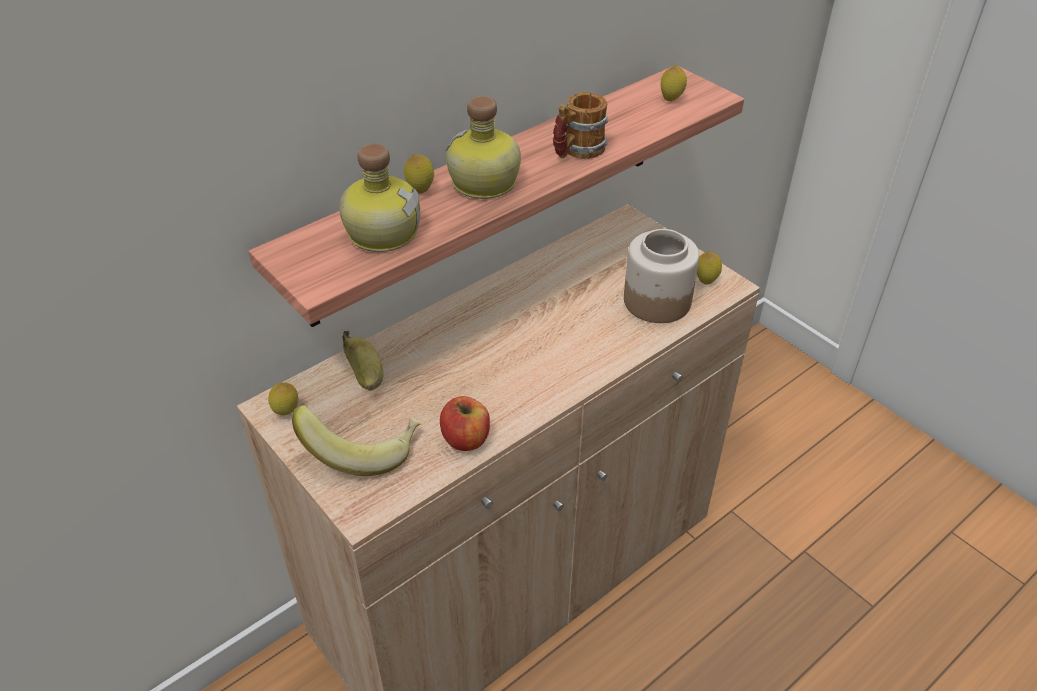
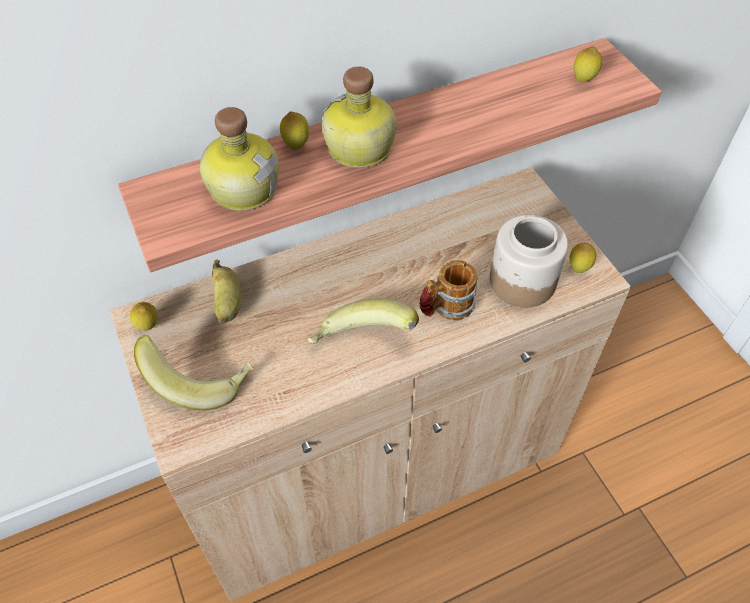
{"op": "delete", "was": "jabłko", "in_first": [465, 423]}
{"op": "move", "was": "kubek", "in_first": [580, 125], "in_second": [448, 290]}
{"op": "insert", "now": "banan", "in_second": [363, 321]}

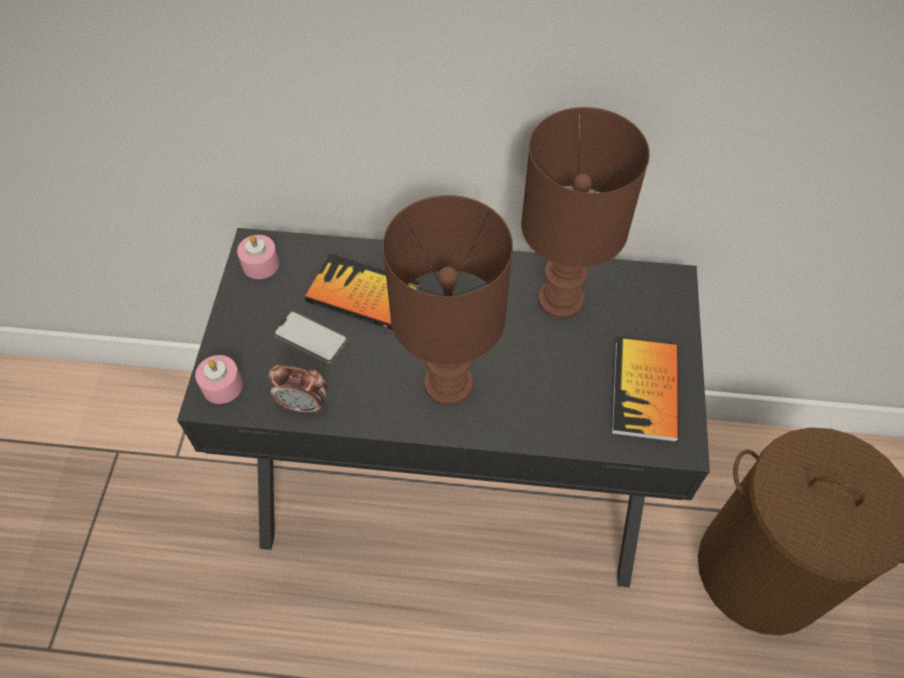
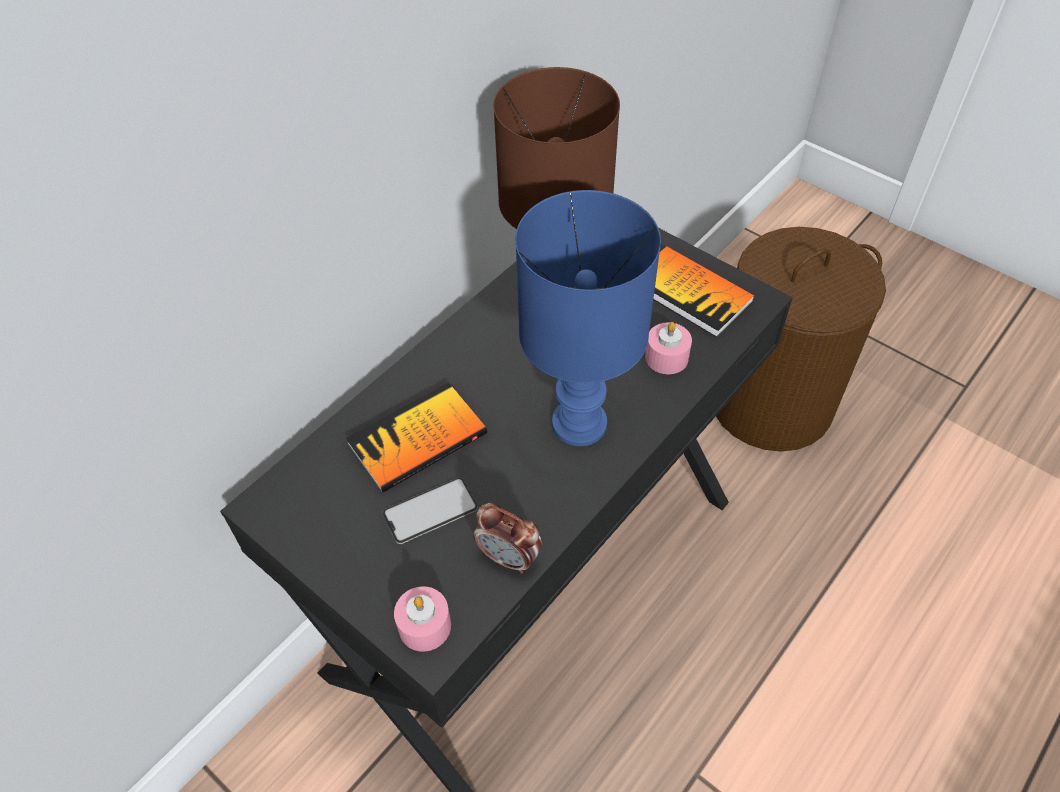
{"op": "move", "was": "świeca [różowy]", "in_first": [258, 257], "in_second": [668, 348]}
{"op": "rotate", "was": "budzik", "in_first": [298, 389], "in_second": [507, 538], "clockwise": 75}
{"op": "recolor", "was": "lampa stołowa [brązowy]", "now": "lampa stołowa [niebieski]", "in_first": [448, 300], "in_second": [588, 318]}

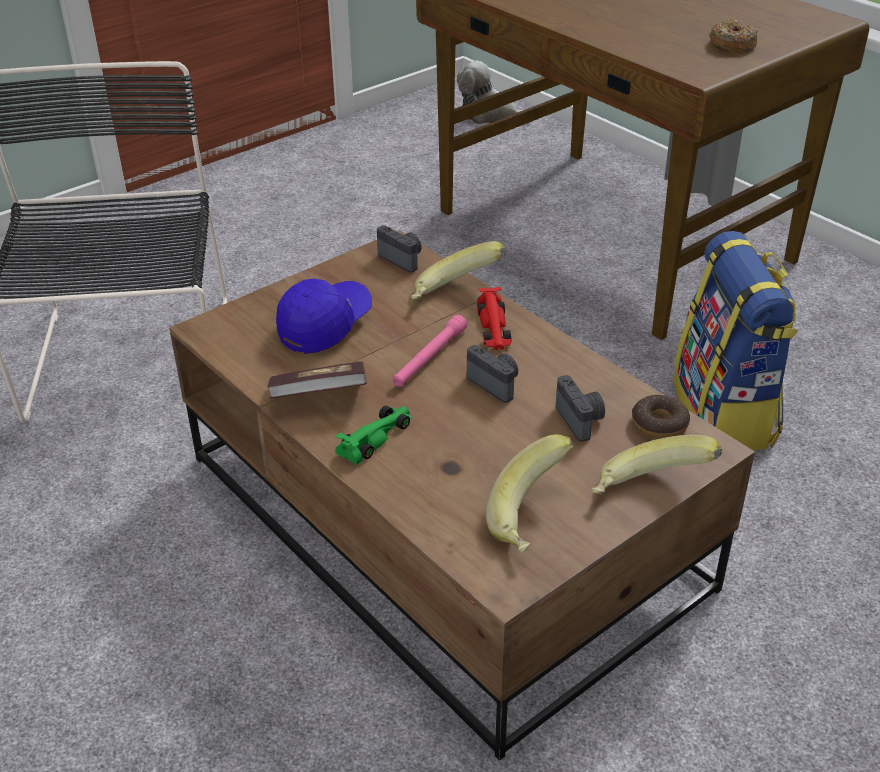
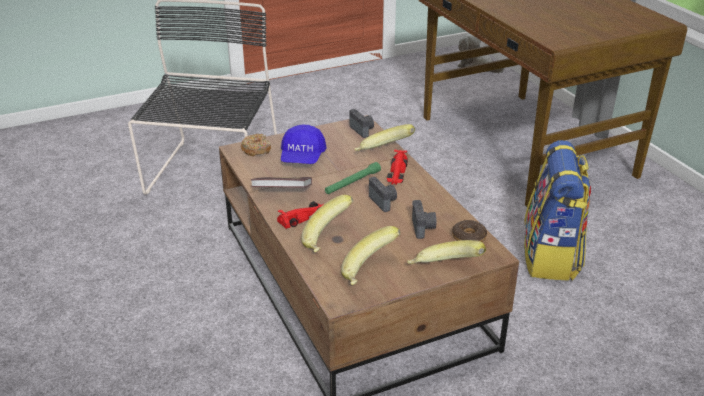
{"op": "rotate", "was": "czapka z daszkiem [niebieski]", "in_first": [324, 316], "in_second": [303, 144], "clockwise": 135}
{"op": "recolor", "was": "samochodzik [zielony]", "now": "samochodzik [czerwony]", "in_first": [373, 435], "in_second": [300, 215]}
{"op": "recolor", "was": "latarka [różowy]", "now": "latarka [zielony]", "in_first": [429, 351], "in_second": [353, 178]}
{"op": "move", "was": "donut", "in_first": [733, 36], "in_second": [256, 145]}
{"op": "insert", "now": "banan", "in_second": [327, 224]}

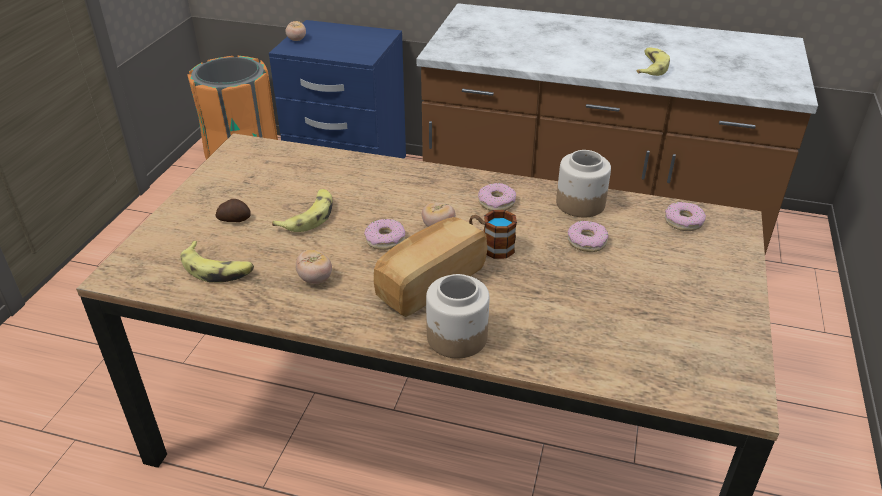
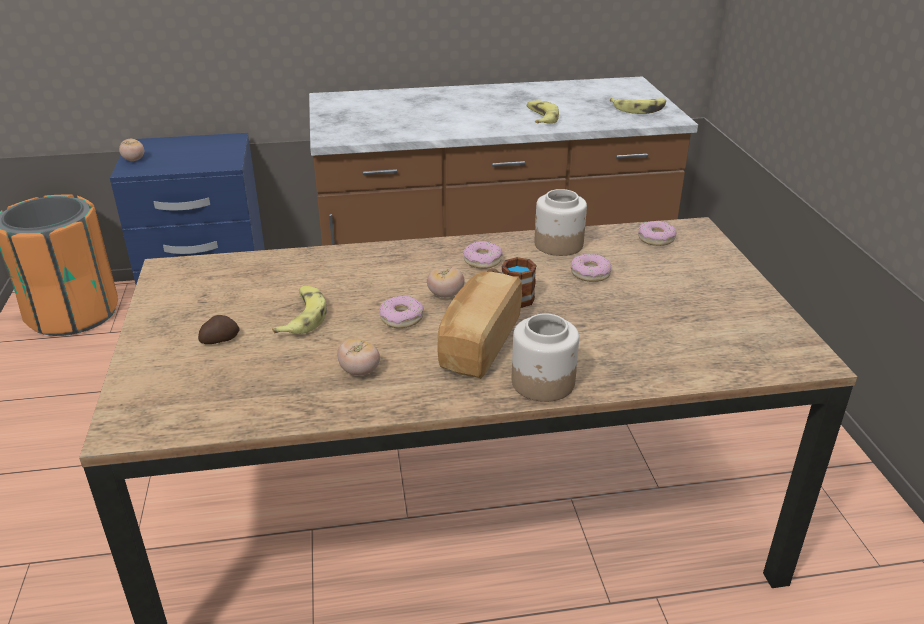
{"op": "move", "was": "banan", "in_first": [217, 262], "in_second": [638, 106]}

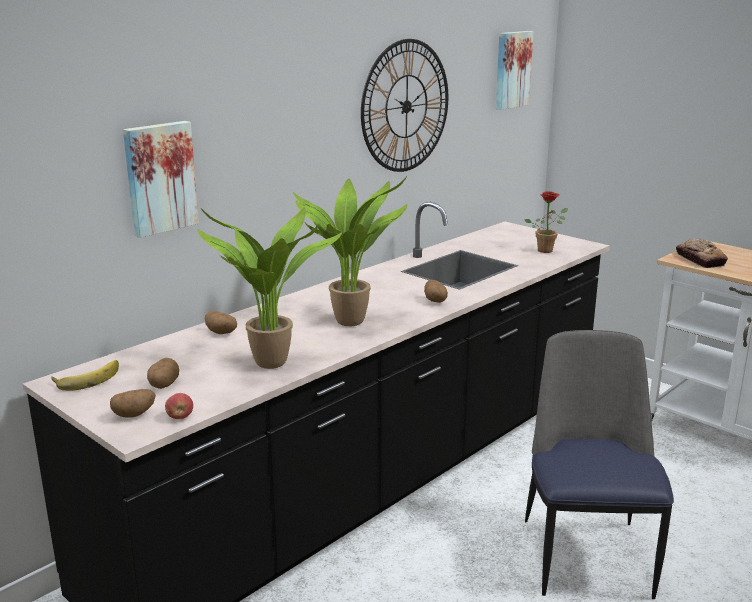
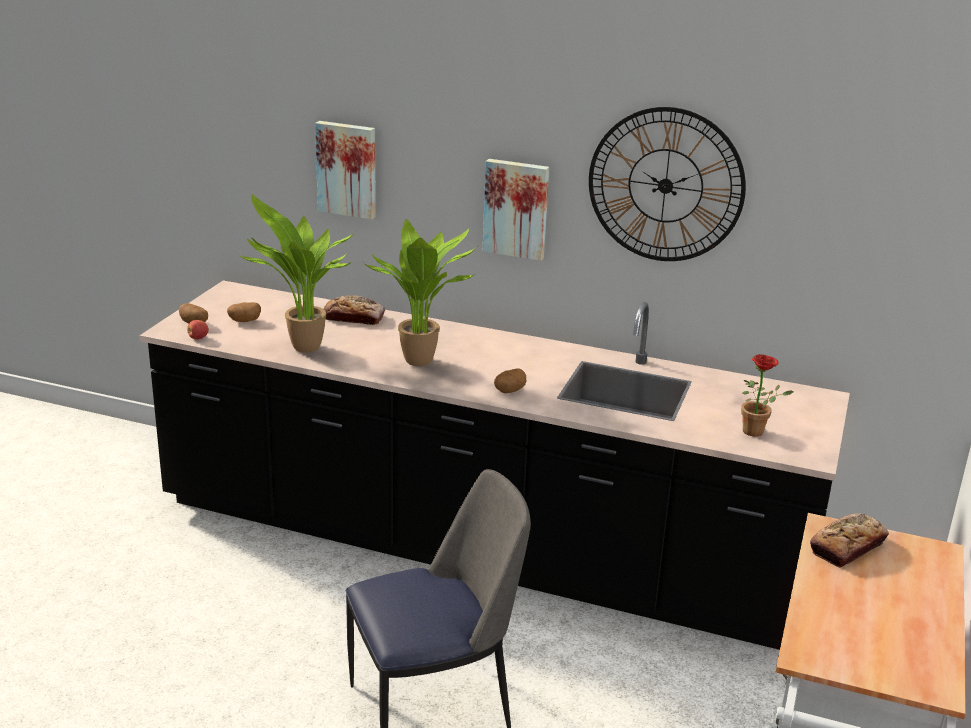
{"op": "delete", "was": "banan", "in_first": [85, 375]}
{"op": "replace", "was": "ziemniak", "now": "chleb", "in_first": [221, 322], "in_second": [354, 310]}
{"op": "move", "was": "obraz", "in_first": [515, 70], "in_second": [516, 210]}

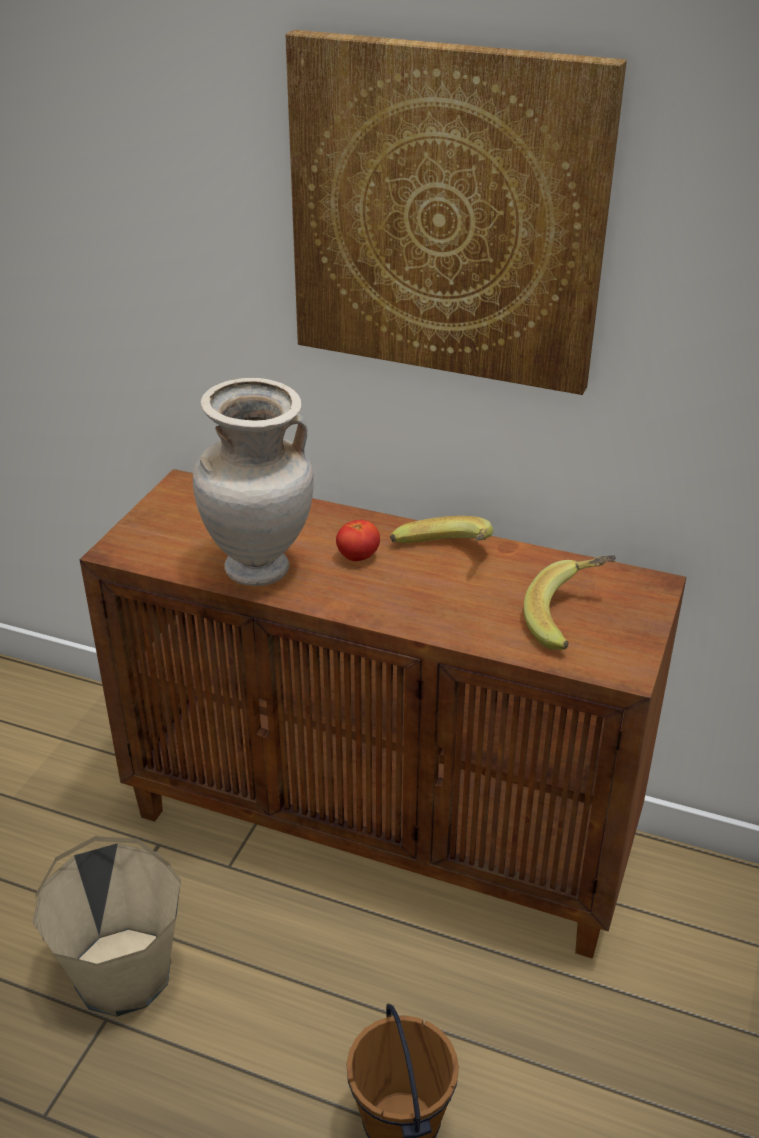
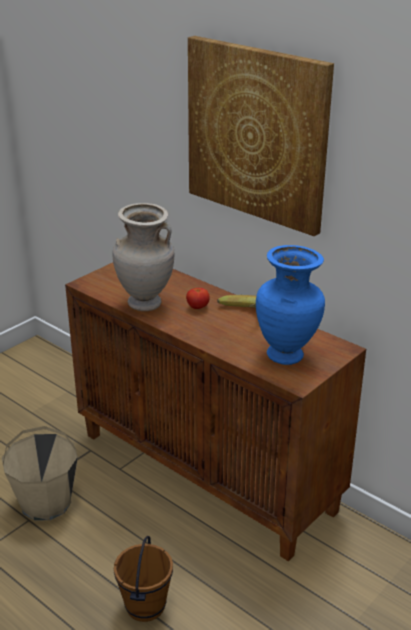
{"op": "replace", "was": "banan", "now": "wazon [niebieski]", "in_first": [570, 602], "in_second": [290, 305]}

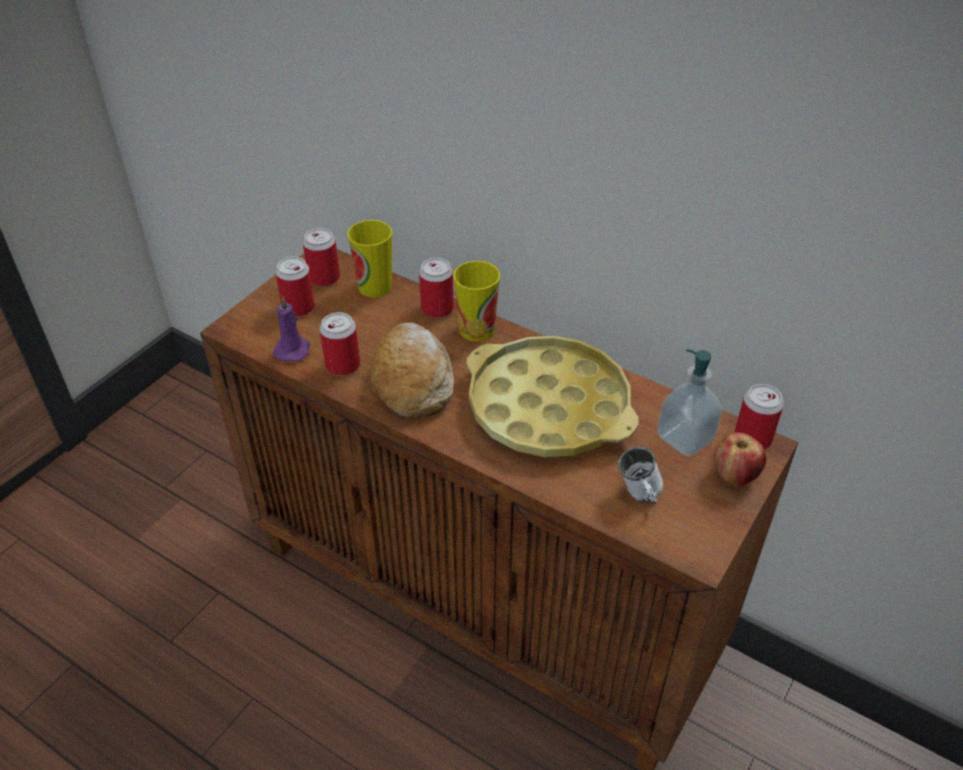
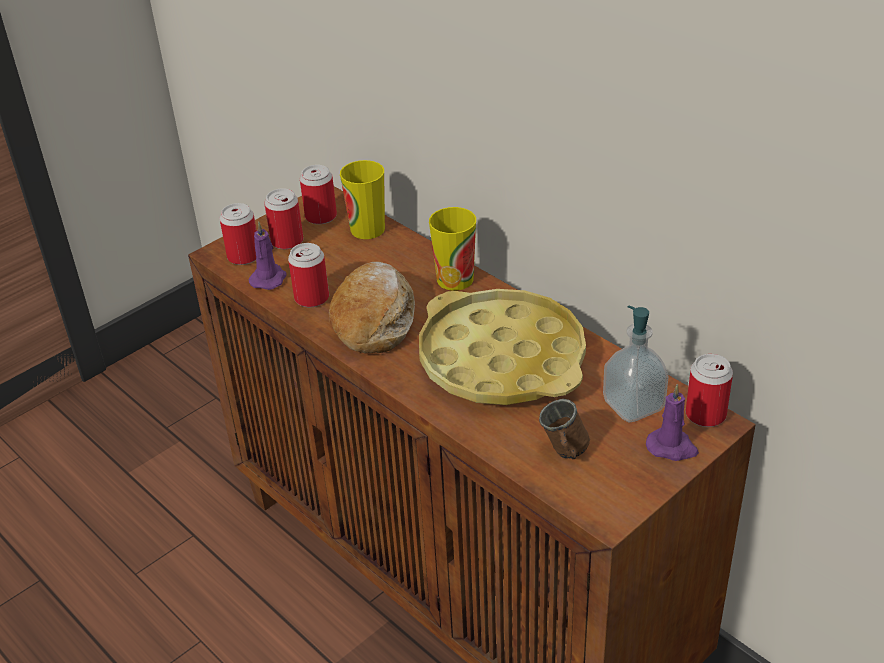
{"op": "move", "was": "puszka", "in_first": [436, 288], "in_second": [238, 234]}
{"op": "recolor", "was": "kubek [biały]", "now": "kubek [brązowy]", "in_first": [640, 475], "in_second": [564, 429]}
{"op": "replace", "was": "jabłko", "now": "świeca [fioletowy]", "in_first": [740, 459], "in_second": [672, 422]}

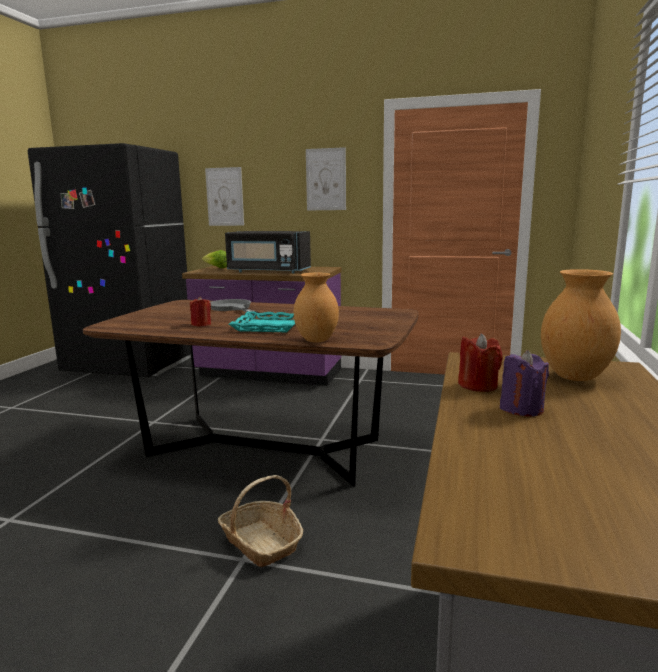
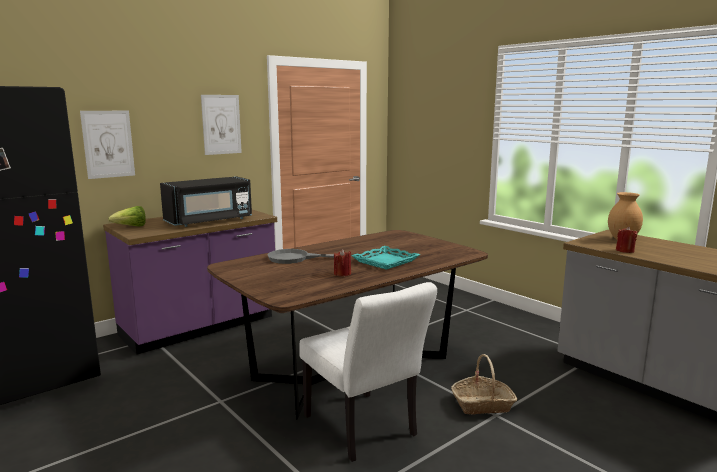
{"op": "delete", "was": "wazon [brązowy]", "in_first": [316, 308]}
{"op": "delete", "was": "świeca [fioletowy]", "in_first": [524, 383]}
{"op": "insert", "now": "krzesło [biały]", "in_second": [368, 372]}

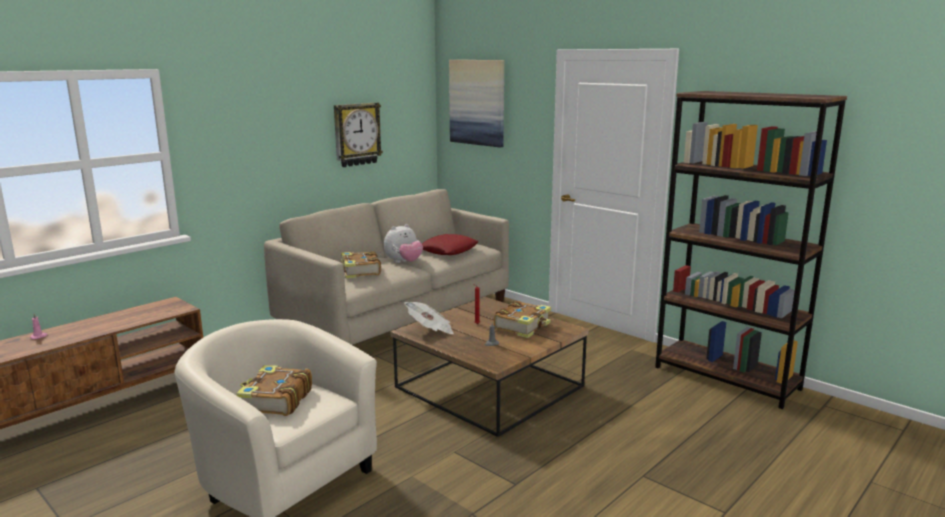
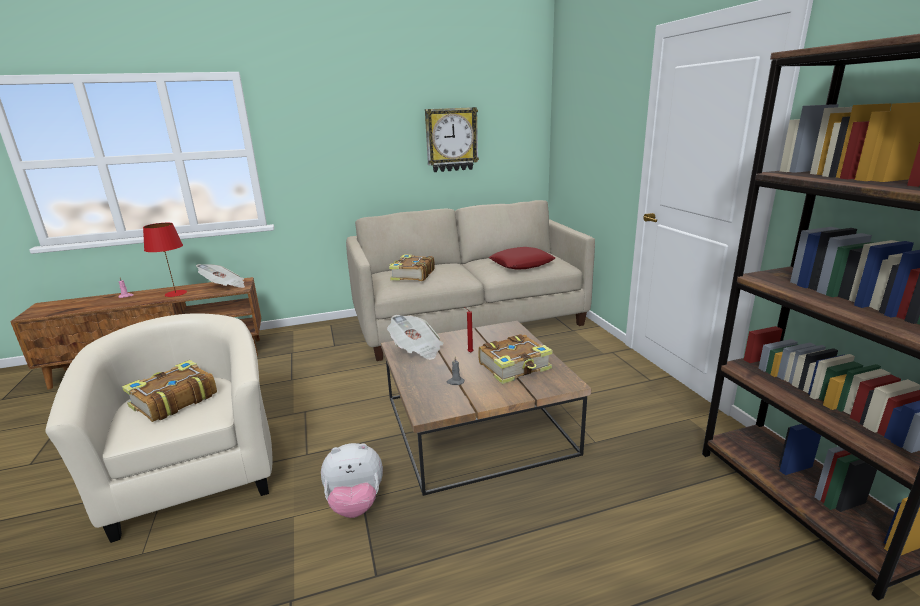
{"op": "move", "was": "pluszak", "in_first": [403, 243], "in_second": [352, 480]}
{"op": "delete", "was": "obraz", "in_first": [476, 104]}
{"op": "insert", "now": "lampa stołowa [czerwony]", "in_second": [165, 260]}
{"op": "insert", "now": "gazeta", "in_second": [220, 276]}

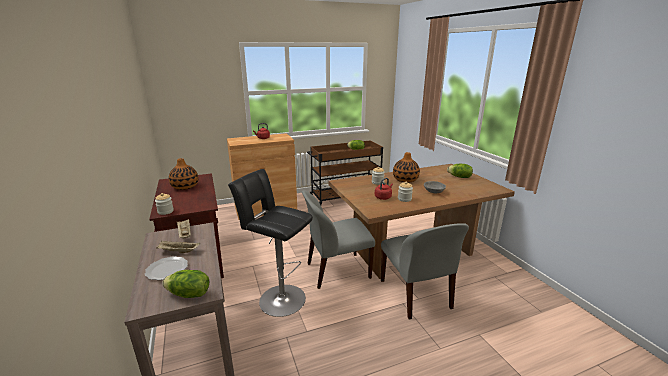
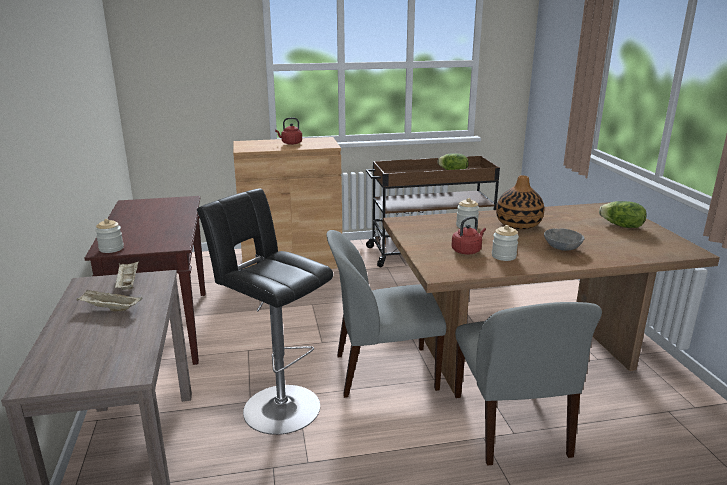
{"op": "delete", "was": "talerz", "in_first": [166, 268]}
{"op": "delete", "was": "sałata", "in_first": [185, 284]}
{"op": "delete", "was": "wazon", "in_first": [184, 174]}

